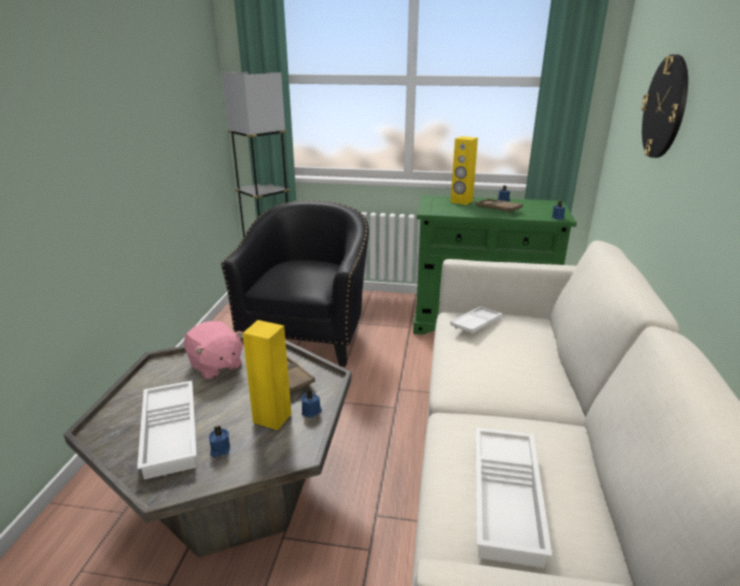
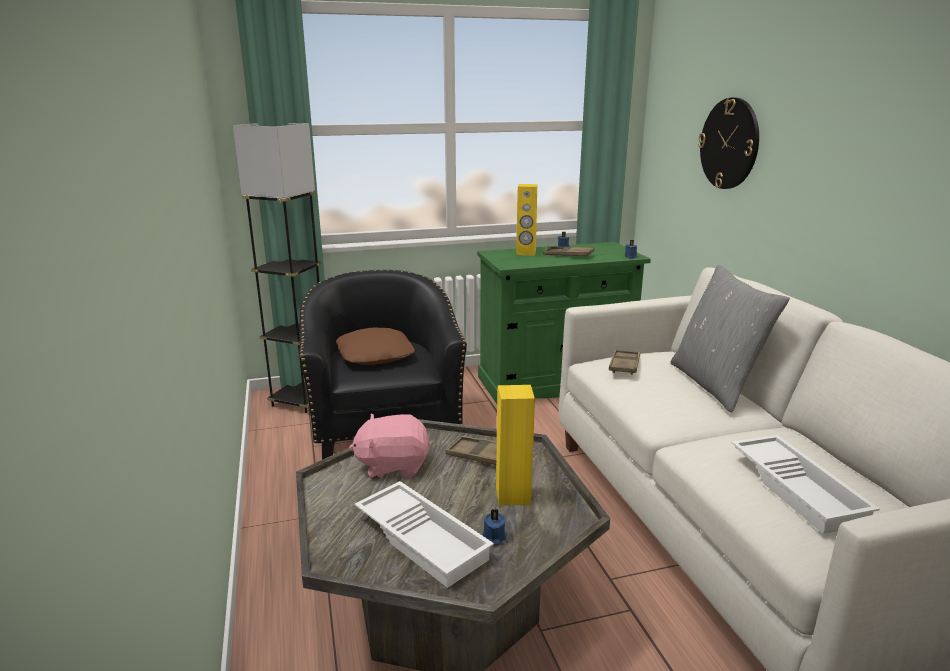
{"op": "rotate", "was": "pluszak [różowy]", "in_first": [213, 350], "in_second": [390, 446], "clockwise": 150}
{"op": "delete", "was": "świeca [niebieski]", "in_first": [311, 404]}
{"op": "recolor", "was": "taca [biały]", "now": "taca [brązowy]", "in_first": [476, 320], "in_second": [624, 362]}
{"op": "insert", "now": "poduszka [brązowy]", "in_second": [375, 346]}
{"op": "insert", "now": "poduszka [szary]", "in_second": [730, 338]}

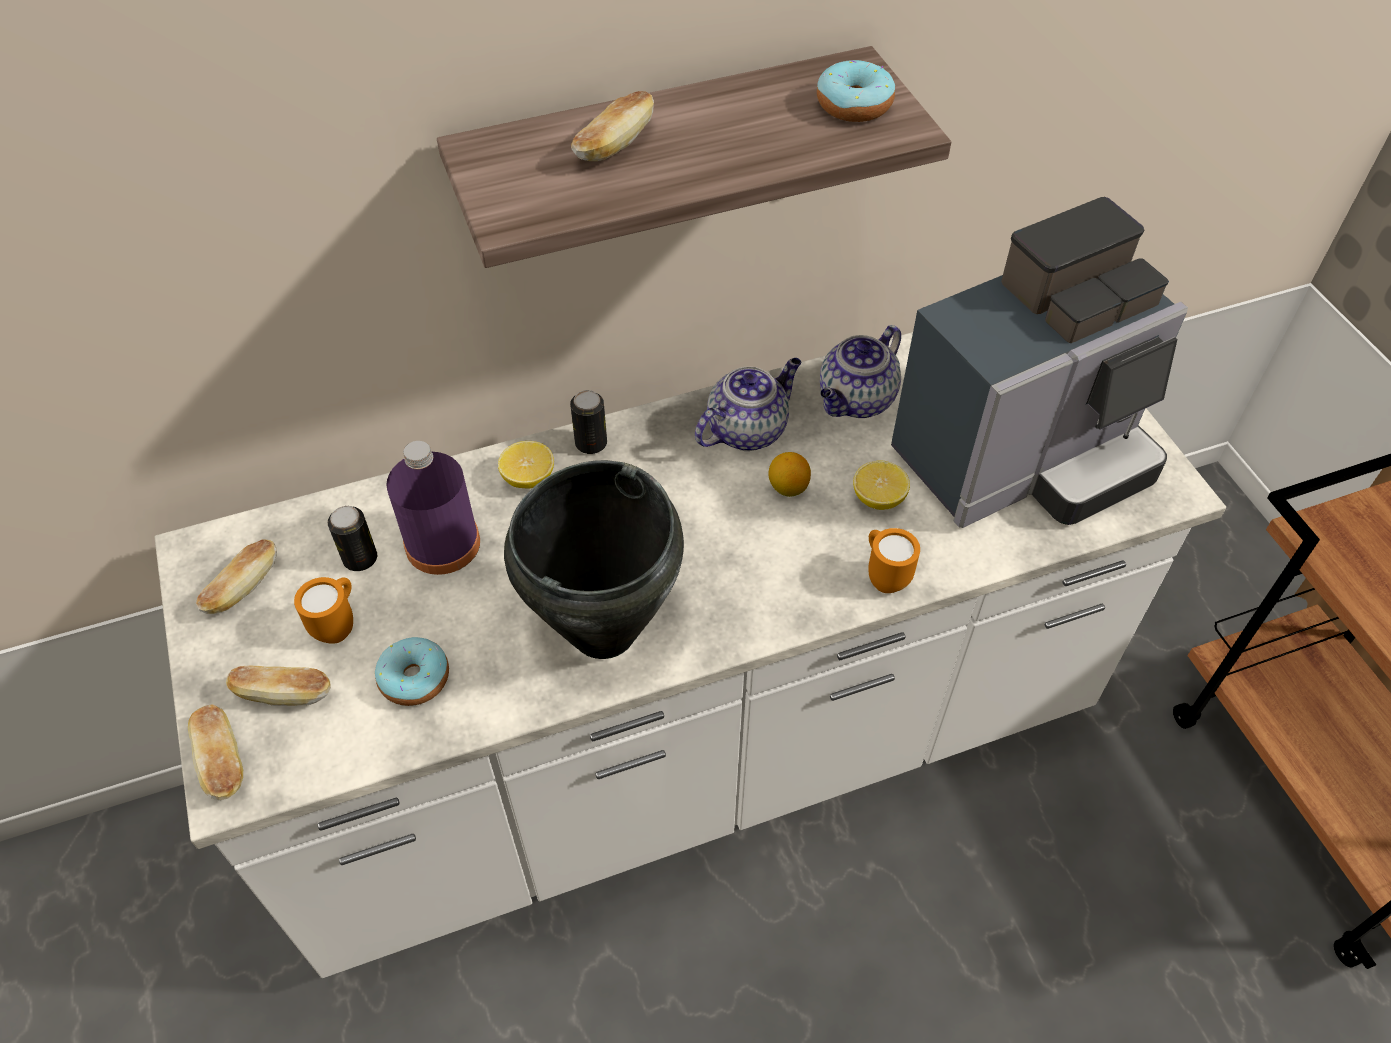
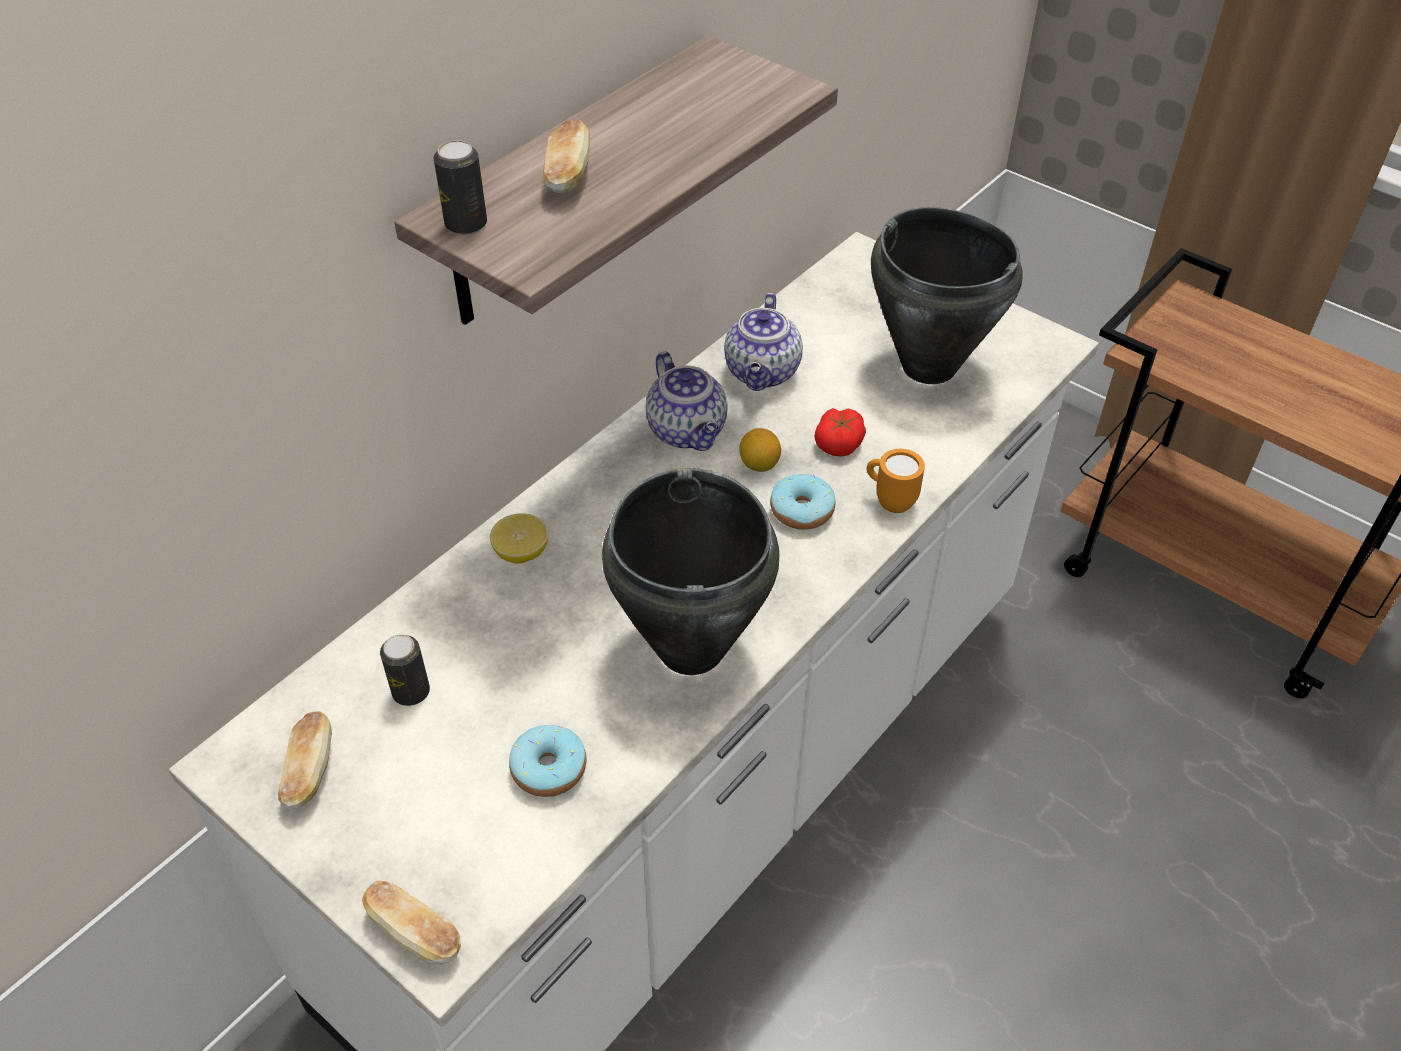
{"op": "delete", "was": "chleb", "in_first": [278, 685]}
{"op": "delete", "was": "kubek [pomarańczowy]", "in_first": [323, 610]}
{"op": "delete", "was": "butelka [fioletowy]", "in_first": [433, 508]}
{"op": "move", "was": "puszka", "in_first": [588, 422], "in_second": [460, 187]}
{"op": "rotate", "was": "imbryk", "in_first": [748, 404], "in_second": [687, 401], "clockwise": 135}
{"op": "move", "was": "donut", "in_first": [856, 91], "in_second": [802, 502]}
{"op": "replace", "was": "cytryna", "now": "pomidor", "in_first": [881, 485], "in_second": [840, 432]}
{"op": "replace", "was": "ekspres do kawy", "now": "garnek [czarny]", "in_first": [1039, 362], "in_second": [947, 295]}

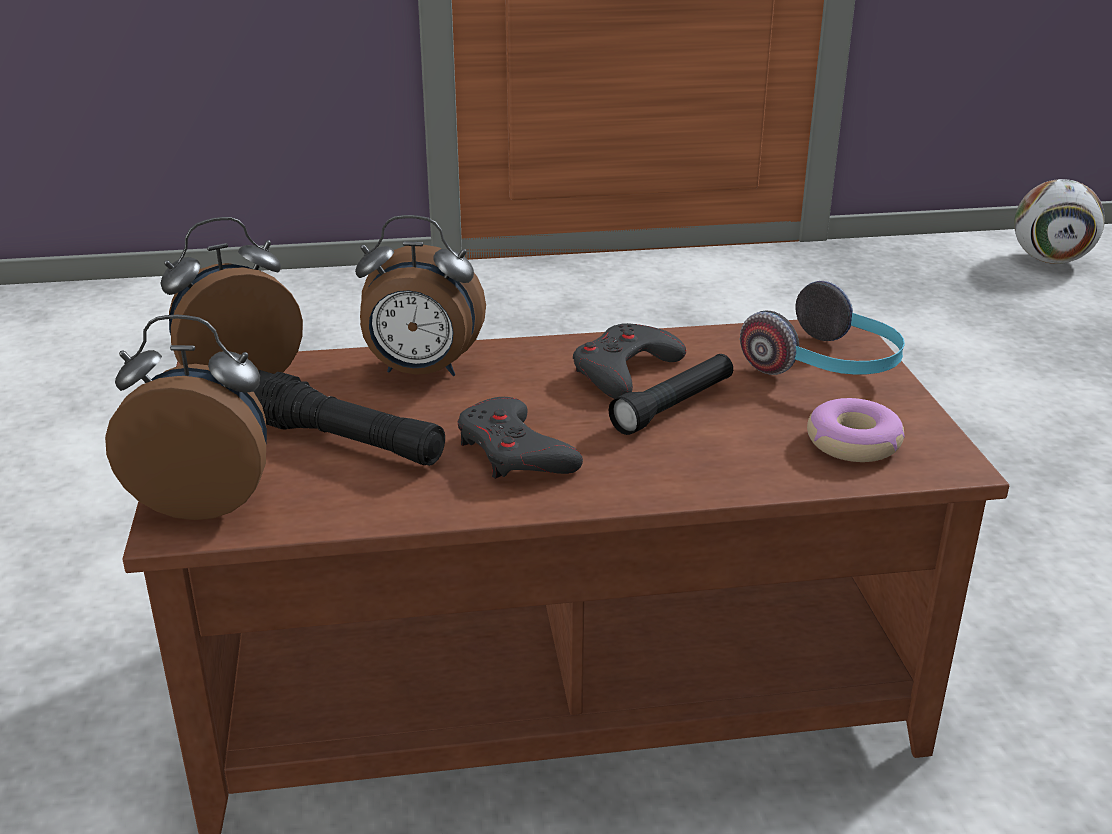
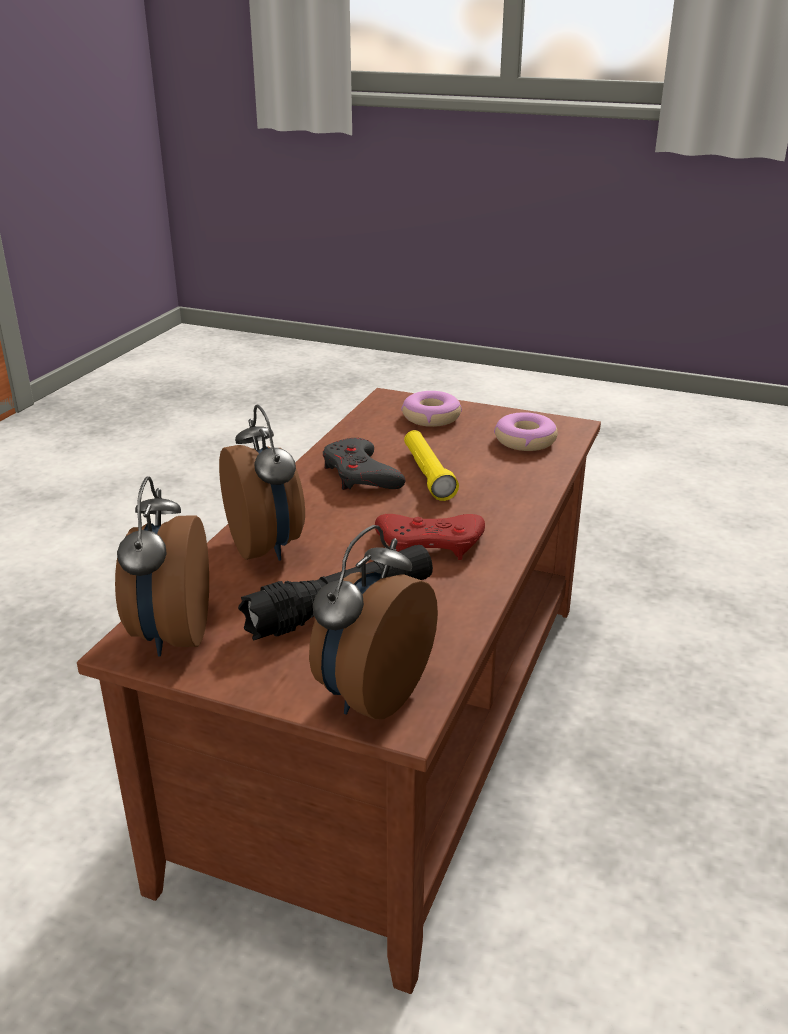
{"op": "rotate", "was": "budzik", "in_first": [420, 295], "in_second": [262, 482], "clockwise": -60}
{"op": "recolor", "was": "pad do gier [szary]", "now": "pad do gier [czerwony]", "in_first": [520, 438], "in_second": [430, 537]}
{"op": "recolor", "was": "latarka [czarny]", "now": "latarka [żółty]", "in_first": [671, 394], "in_second": [431, 465]}
{"op": "replace", "was": "słuchawki", "now": "donut", "in_first": [822, 328], "in_second": [431, 409]}
{"op": "delete", "was": "piłka futbolowa", "in_first": [1059, 221]}

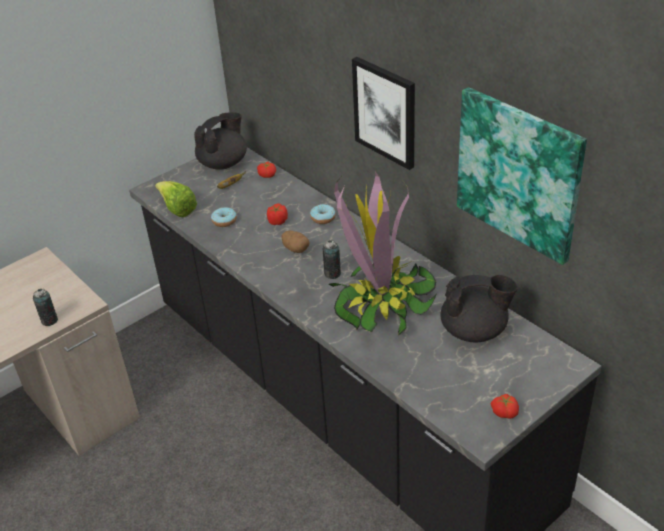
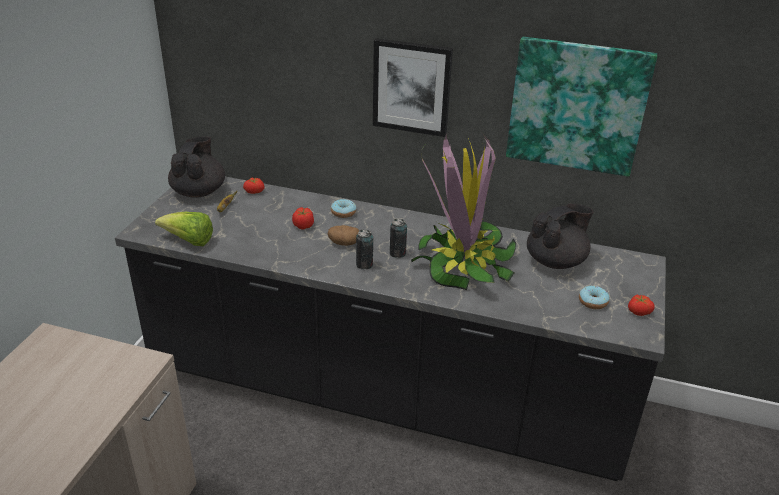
{"op": "move", "was": "puszka", "in_first": [45, 307], "in_second": [364, 249]}
{"op": "move", "was": "donut", "in_first": [224, 217], "in_second": [594, 297]}

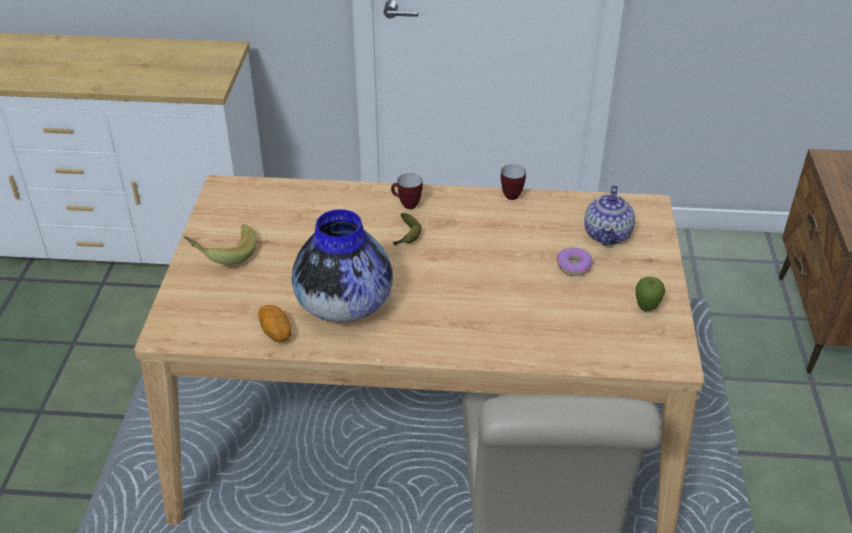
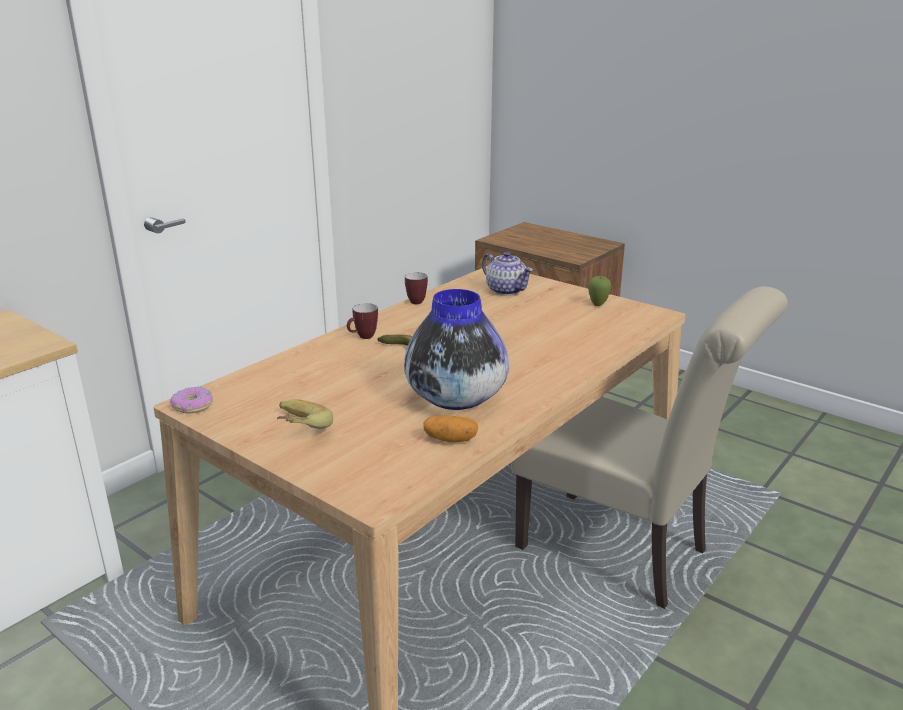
{"op": "move", "was": "donut", "in_first": [575, 262], "in_second": [191, 399]}

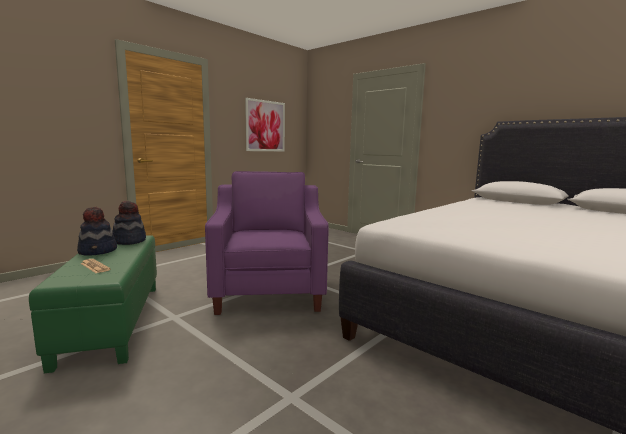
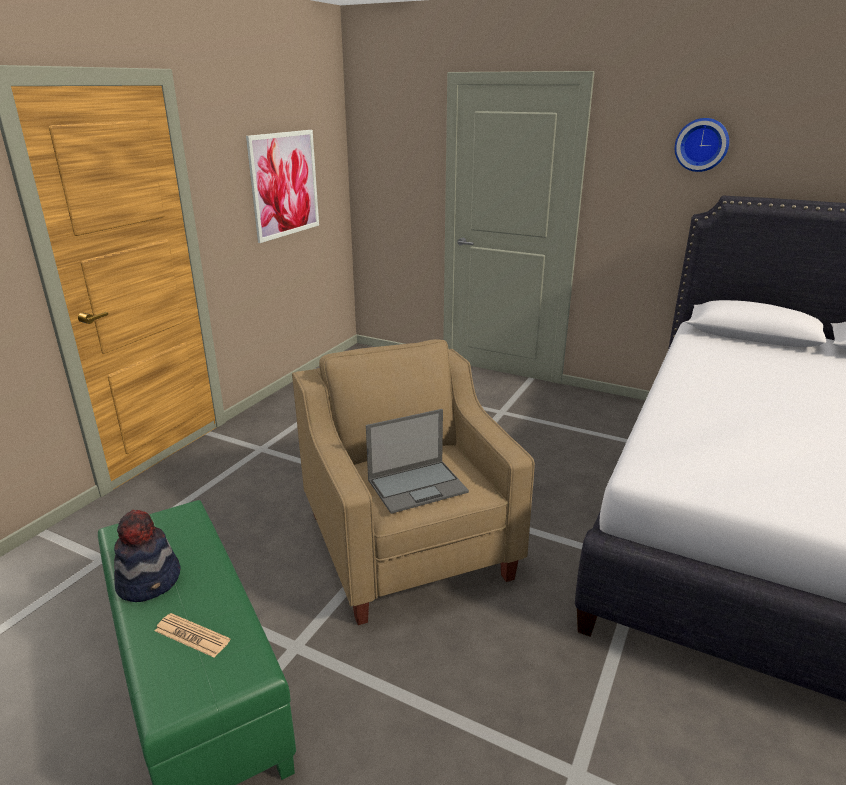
{"op": "delete", "was": "kapelusz", "in_first": [129, 223]}
{"op": "recolor", "was": "fotel [fioletowy]", "now": "fotel [beżowy]", "in_first": [267, 243], "in_second": [413, 482]}
{"op": "insert", "now": "laptop", "in_second": [417, 461]}
{"op": "insert", "now": "zegar ścienny", "in_second": [702, 145]}

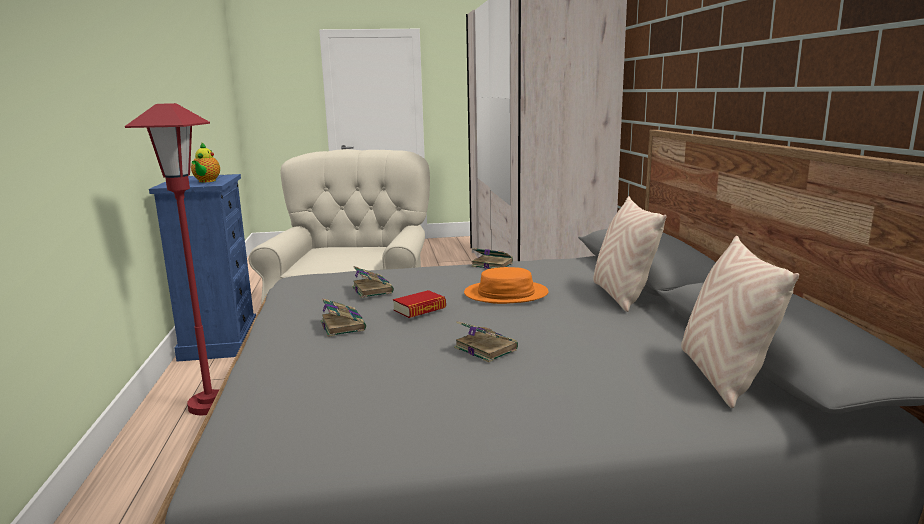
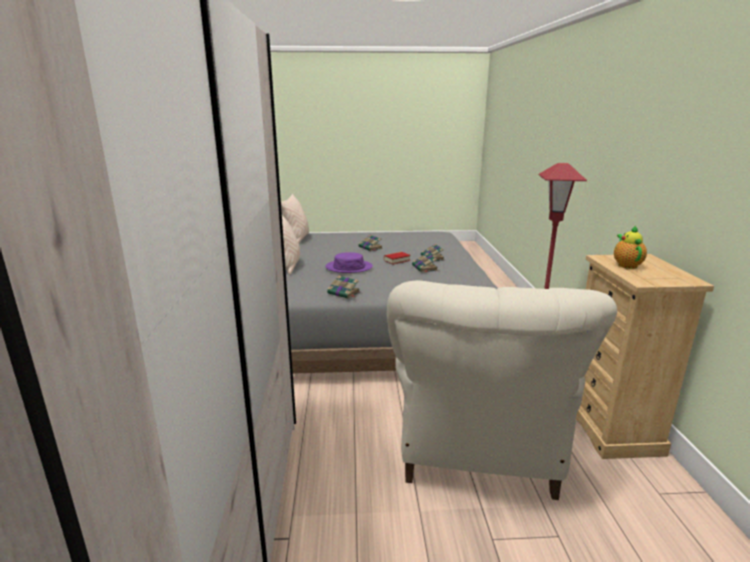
{"op": "recolor", "was": "komoda [niebieski]", "now": "komoda [beżowy]", "in_first": [202, 268], "in_second": [645, 356]}
{"op": "recolor", "was": "kapelusz [pomarańczowy]", "now": "kapelusz [fioletowy]", "in_first": [506, 285], "in_second": [349, 262]}

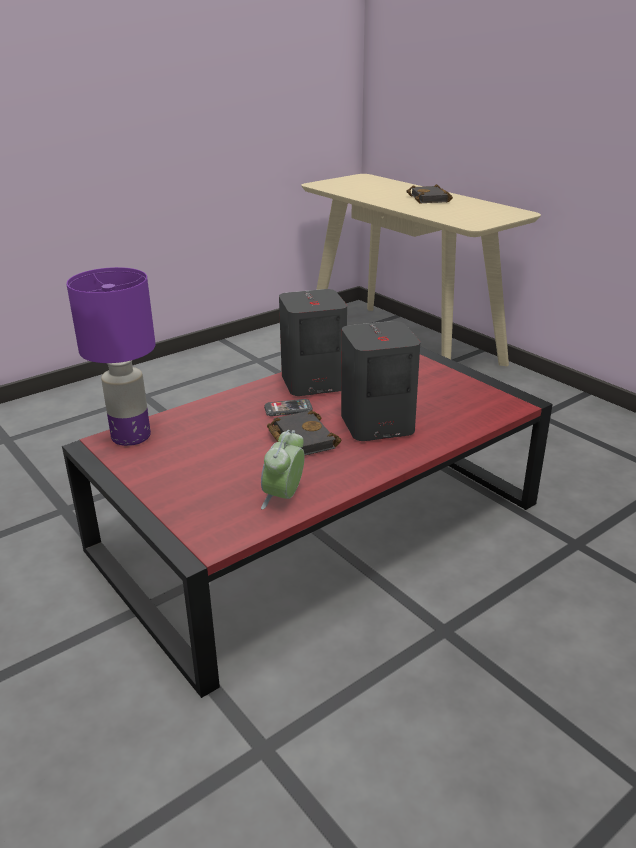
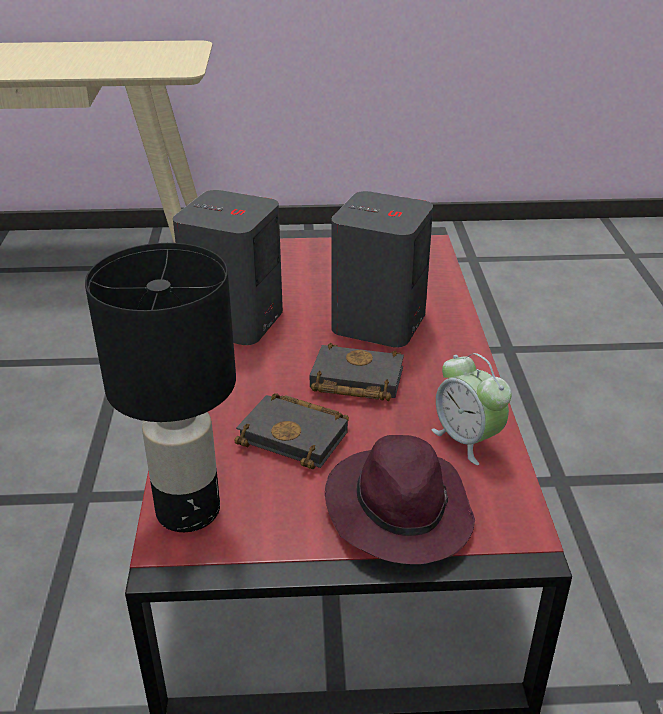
{"op": "recolor", "was": "lampa stołowa [fioletowy]", "now": "lampa stołowa [czarny]", "in_first": [111, 356], "in_second": [160, 387]}
{"op": "delete", "was": "telefon", "in_first": [288, 407]}
{"op": "move", "was": "książka [czarny]", "in_first": [429, 194], "in_second": [292, 431]}
{"op": "insert", "now": "kapelusz [fioletowy]", "in_second": [400, 499]}

